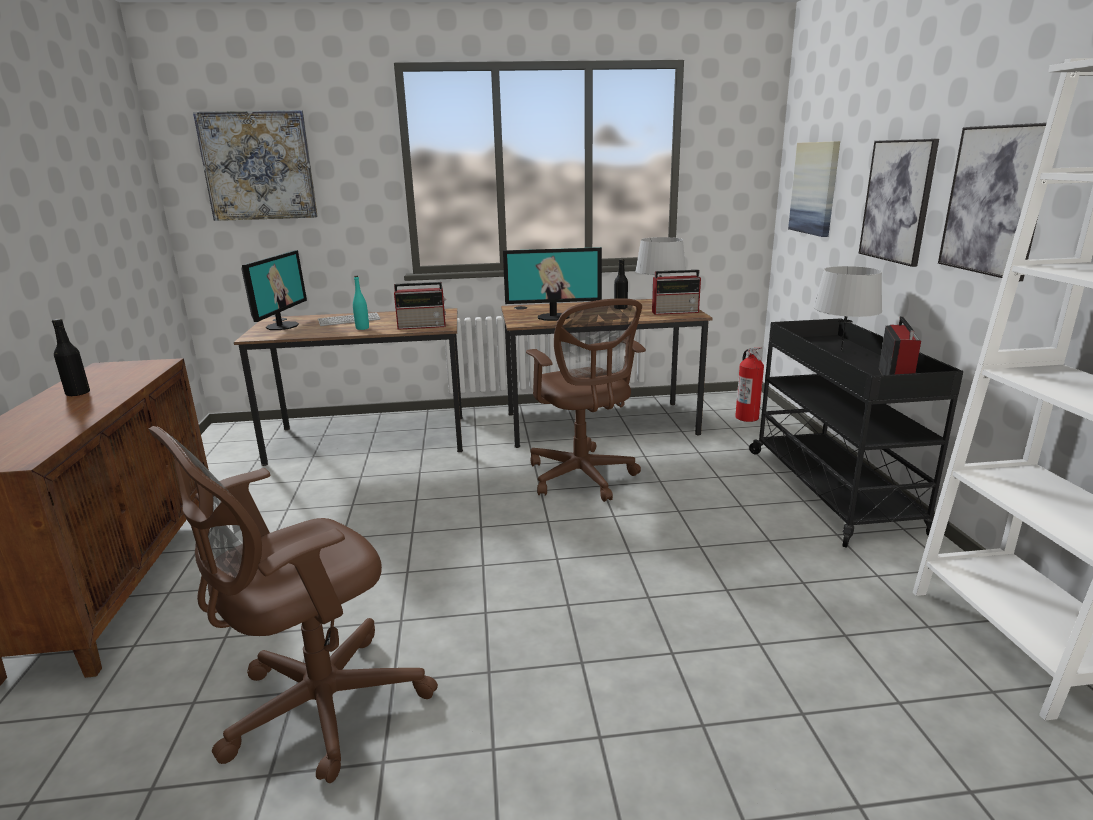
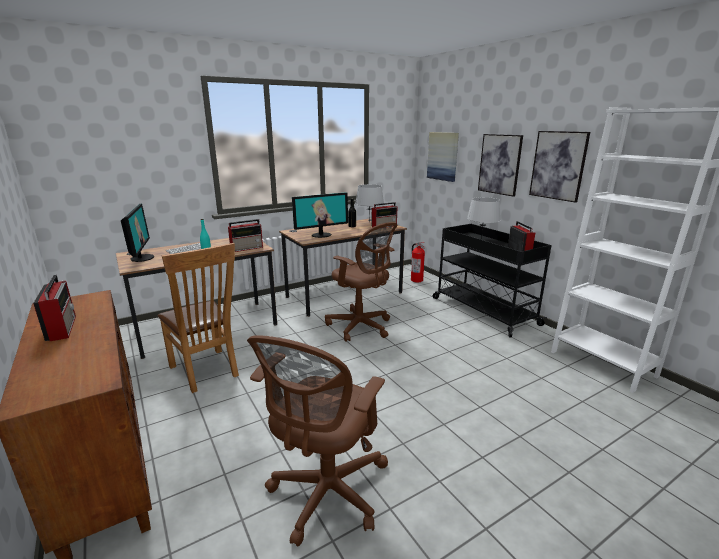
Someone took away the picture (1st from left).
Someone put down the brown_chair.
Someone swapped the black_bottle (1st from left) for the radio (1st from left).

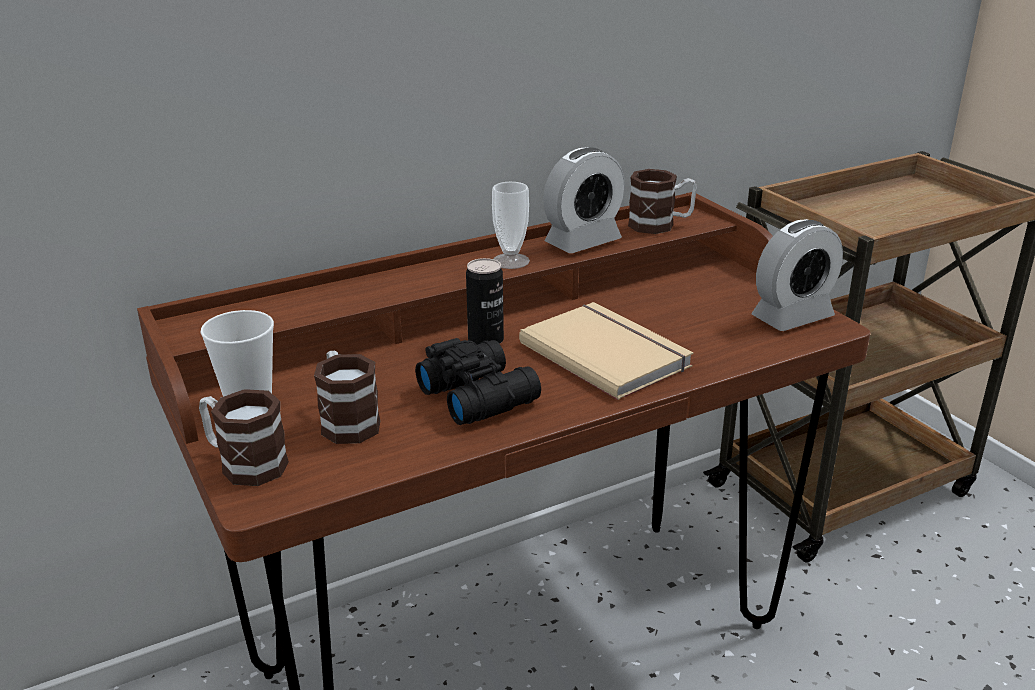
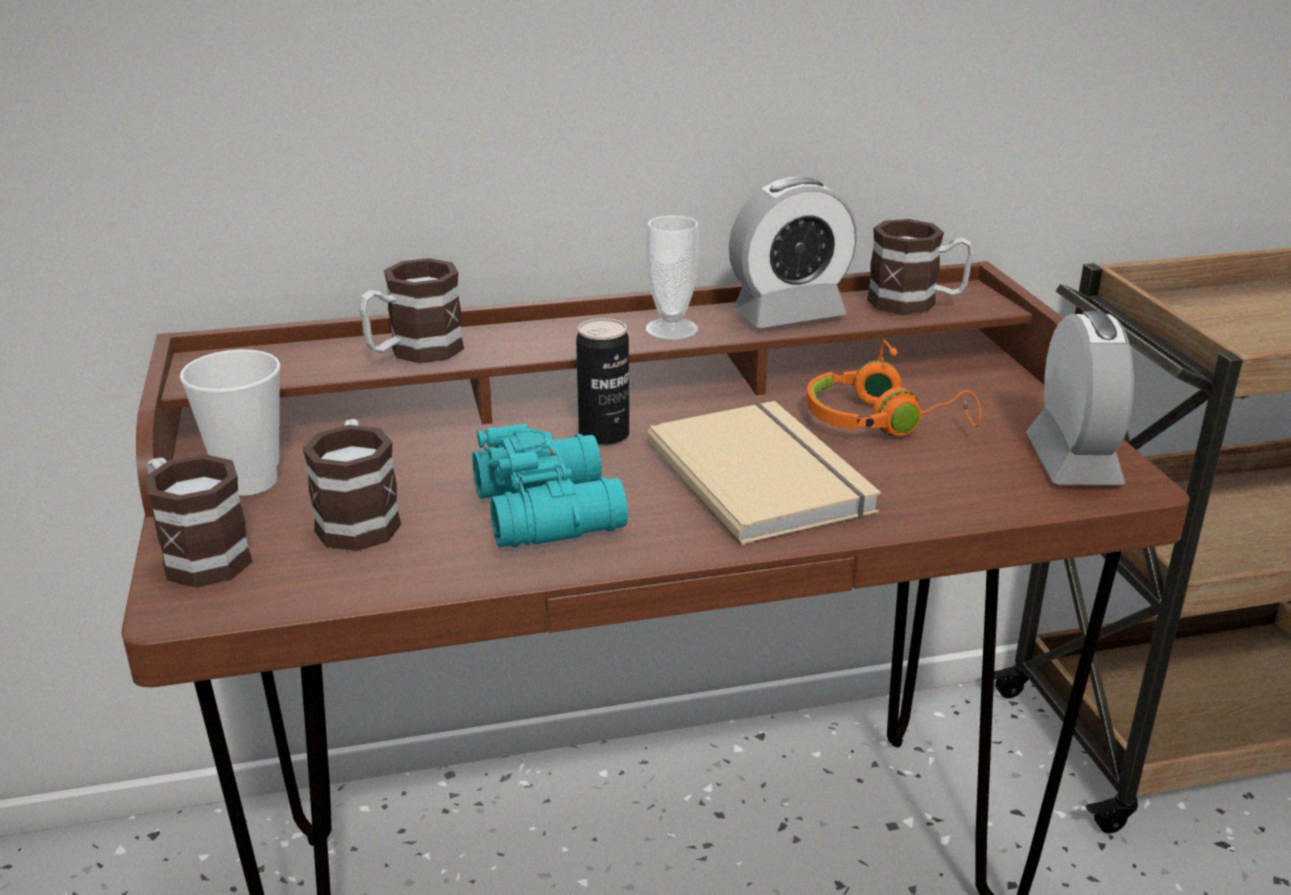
Someone put down the mug (3rd from left).
Someone put down the orange_headphones.
Someone repainted the black_binoculars, which became the turquoise_binoculars.
Someone rotated the alarm_clock (2nd from left) by 75 degrees counterclockwise.

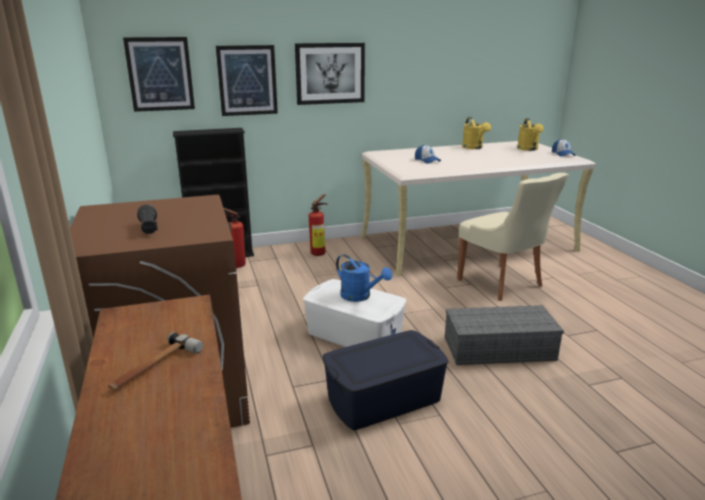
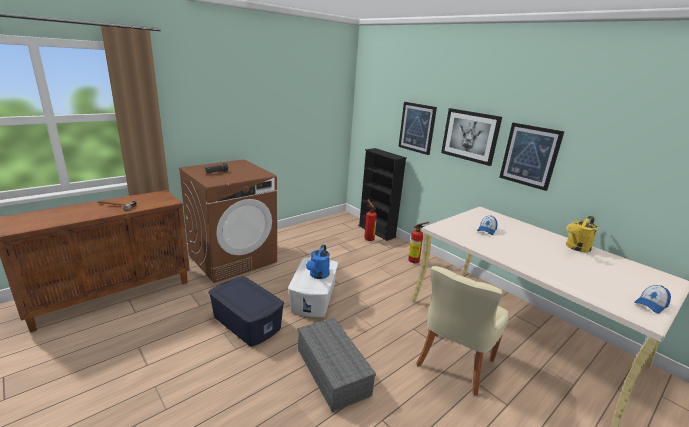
Someone took away the yellow_watering_can (2nd from left).
Someone carried the picture (1st from left in the first image).

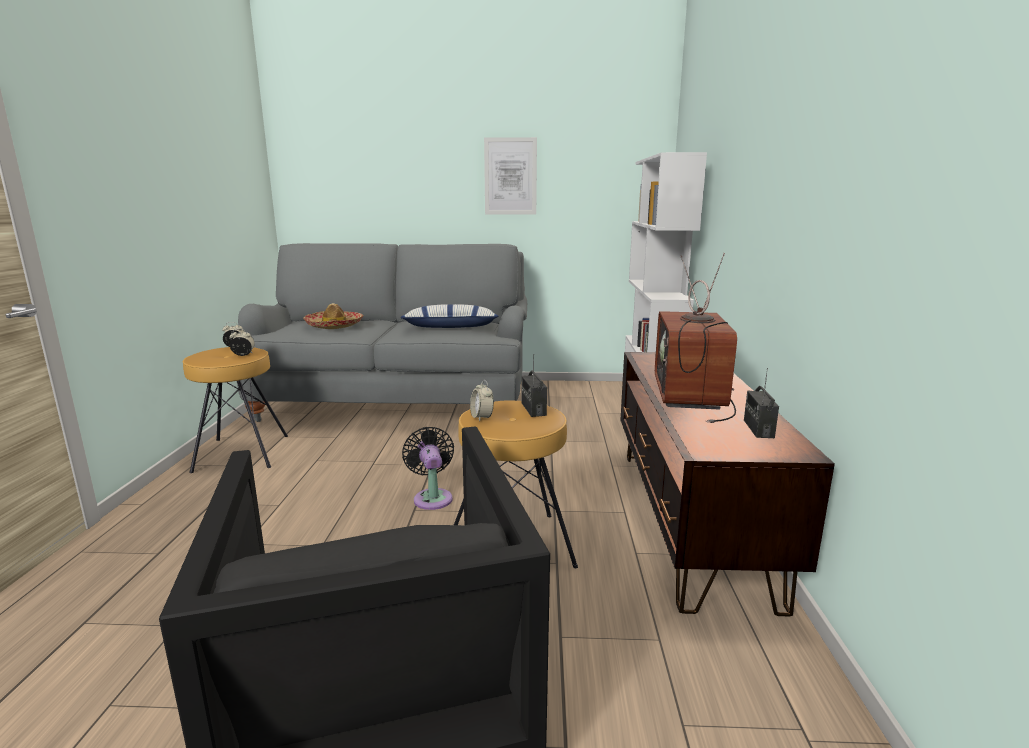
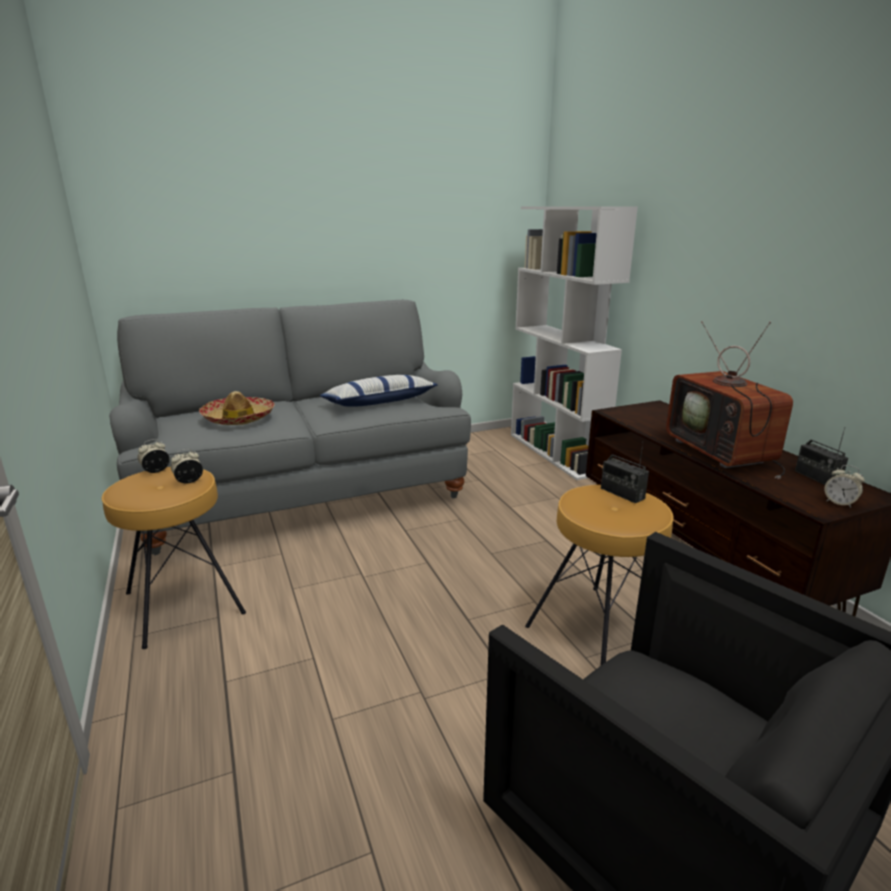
Someone took away the black_fan.
Someone took away the picture.
Someone carried the alarm_clock (3rd from left).

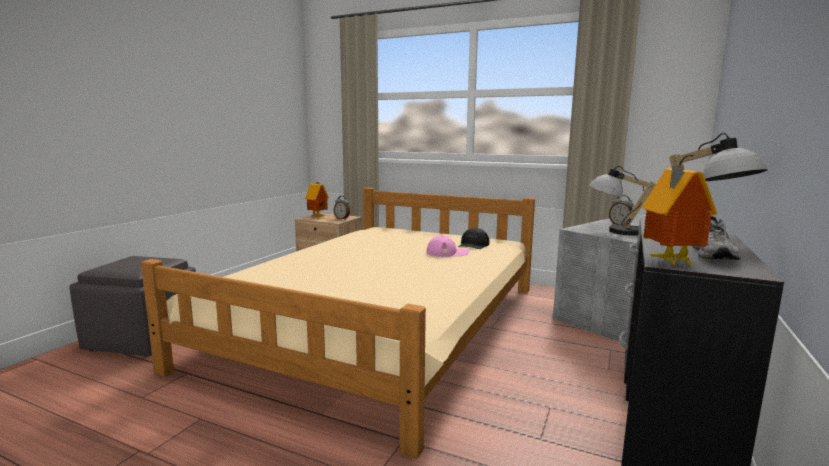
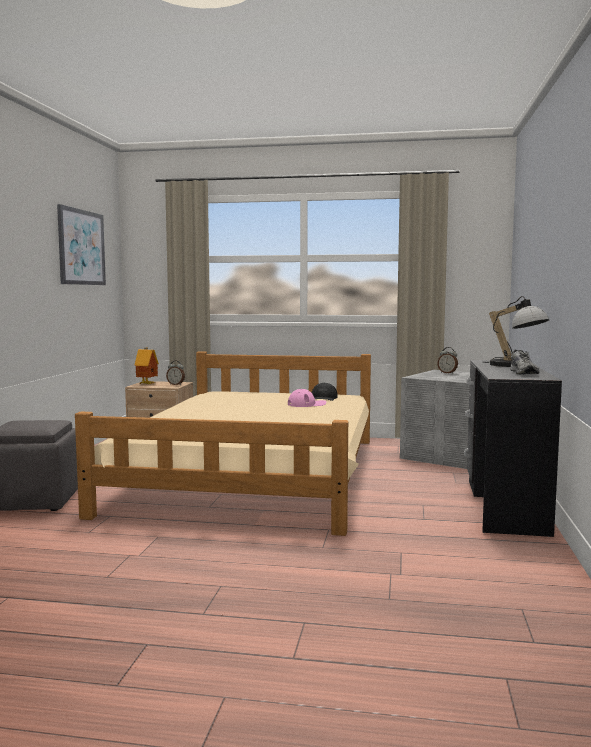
Someone took away the table_lamp (1st from left).
Someone took away the toy_house (2nd from left).
Someone put up the picture.

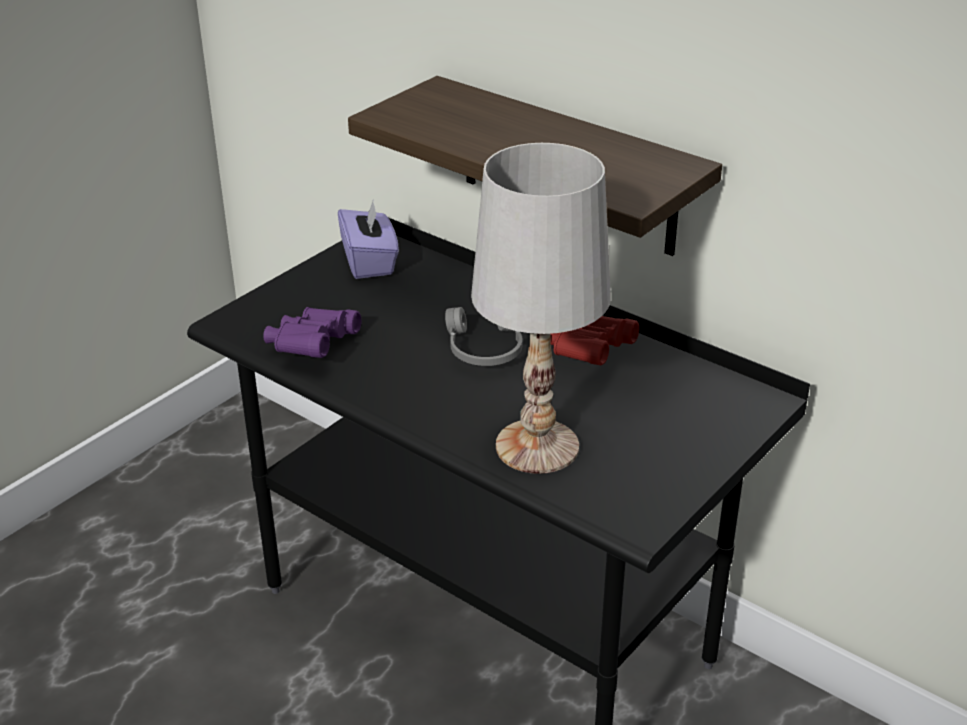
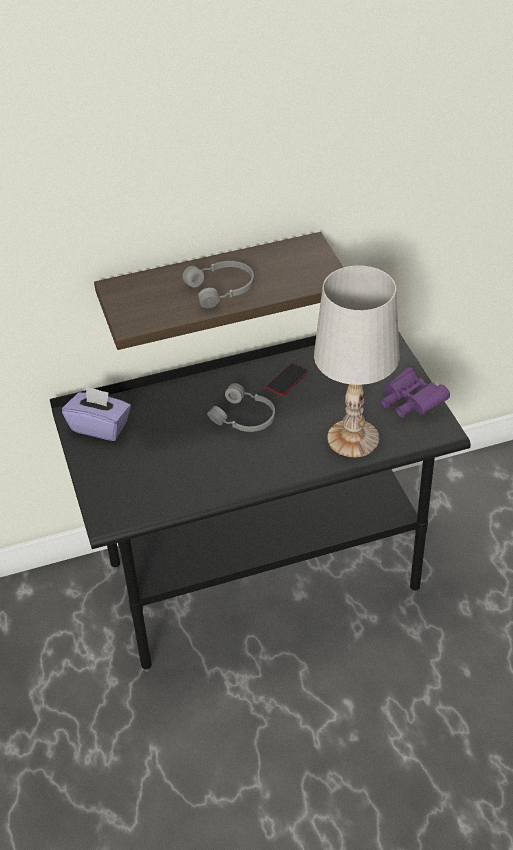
Someone put down the grey_headphones (1st from left).
Someone carried the purple_binoculars.
Someone swapped the red_binoculars for the phone.

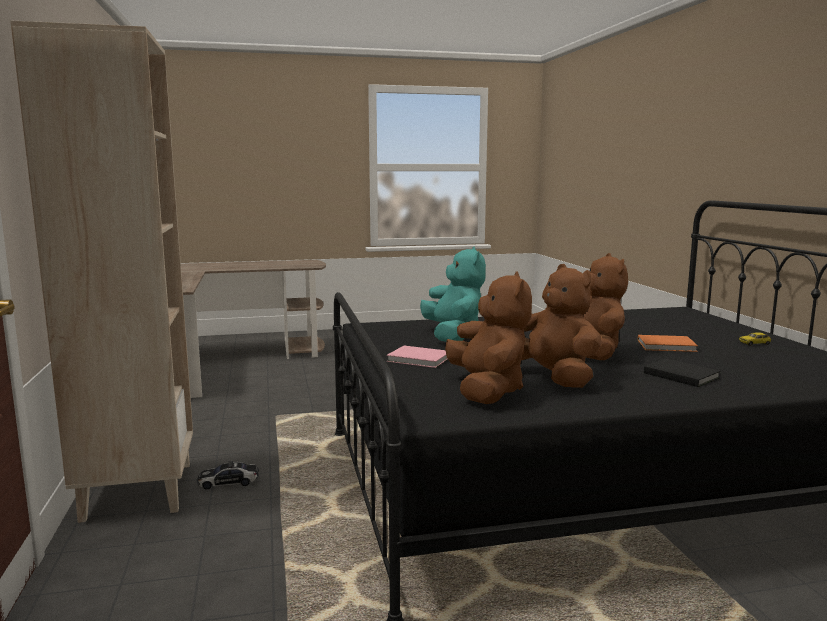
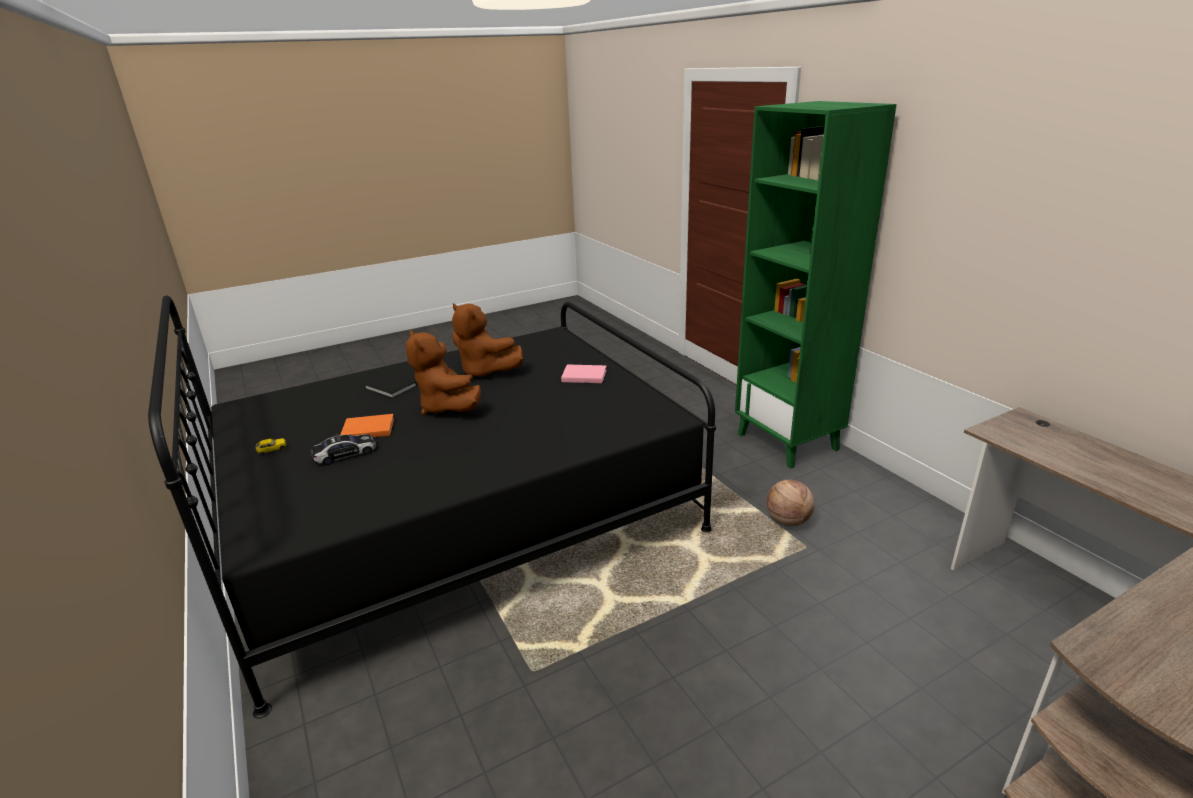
Someone took away the turquoise_plush_toy.
Someone took away the brown_plush_toy (1st from left).
Someone put down the basketball.
Someone carried the toy_car (1st from left in the first image).
Someone repainted the beige_bookcase, which became the green_bookcase.

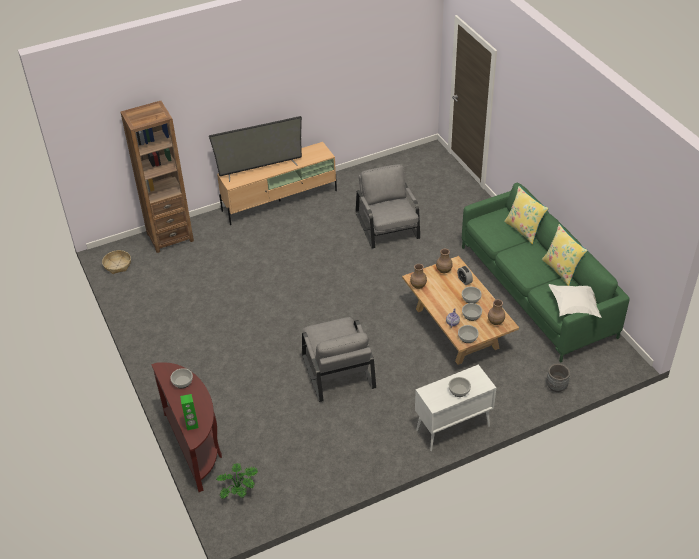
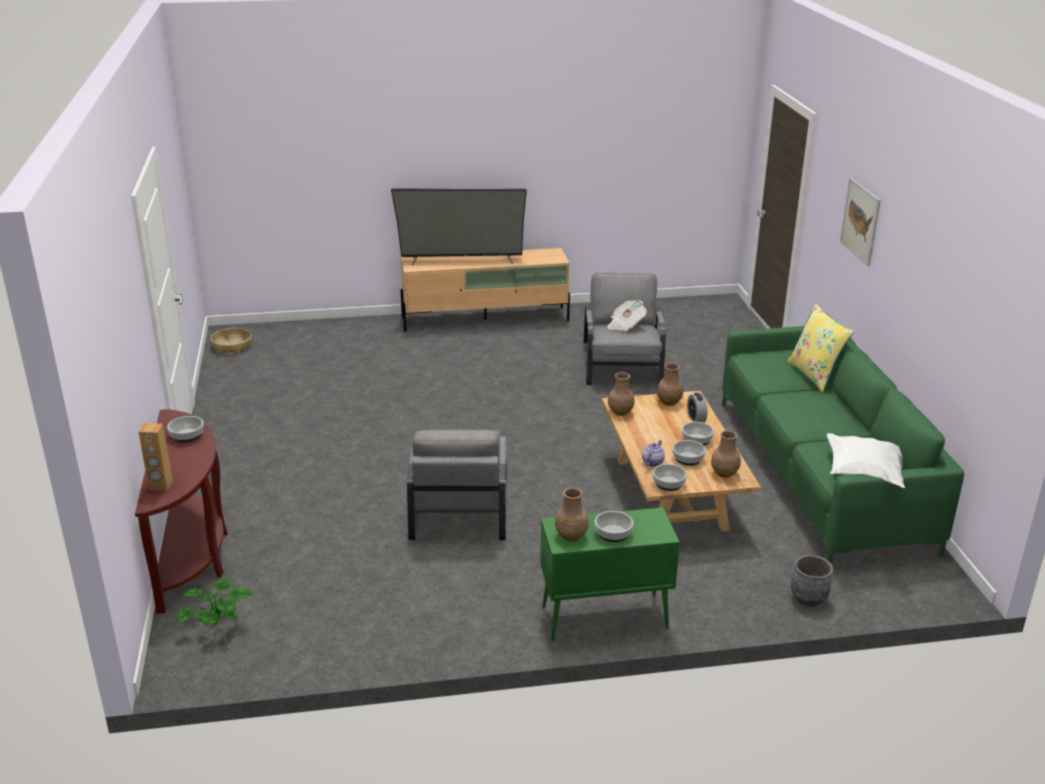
Someone took away the brown_bookcase.
Someone took away the yellow_pillow (2nd from left).
Someone put down the brown_vase (1st from left).
Someone put down the newspaper.
Someone put up the picture.
Someone repainted the green_speaker, which became the brown_speaker.
Someone repainted the white_cabinet, which became the green_cabinet.

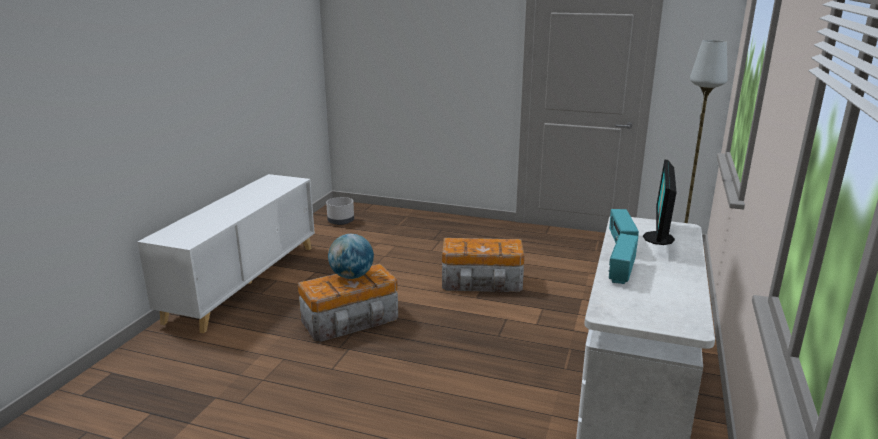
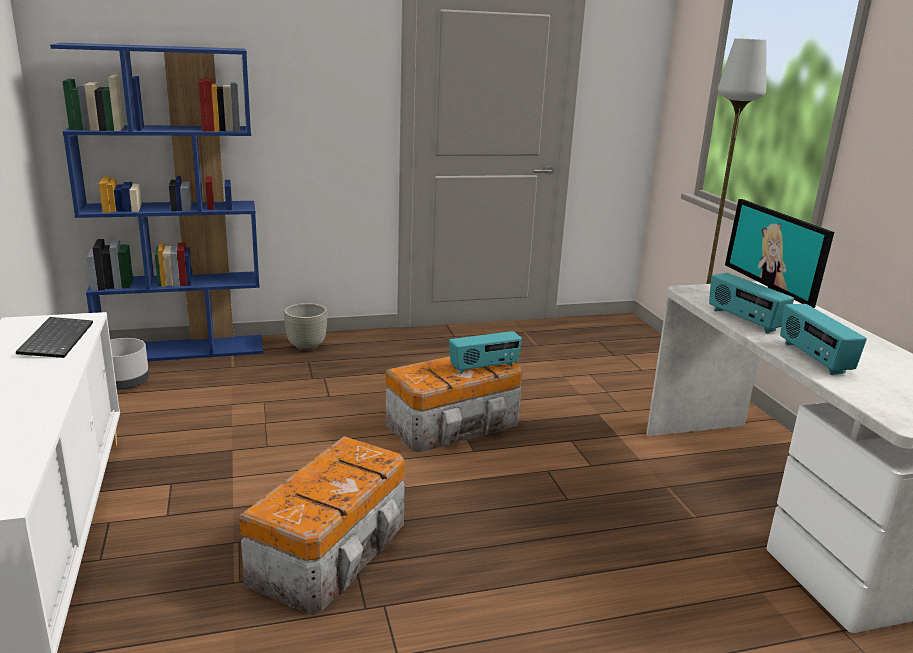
Someone took away the globe.
Someone put down the keyboard.
Someone put down the blue_bookcase.
Someone put down the grey_planter (2nd from left).
Someone put down the radio (1st from left).

